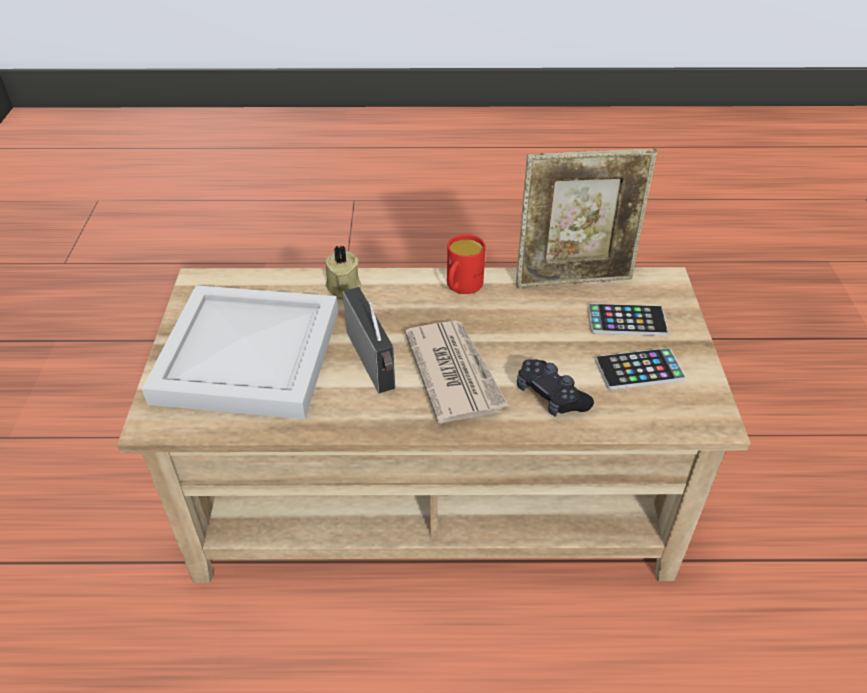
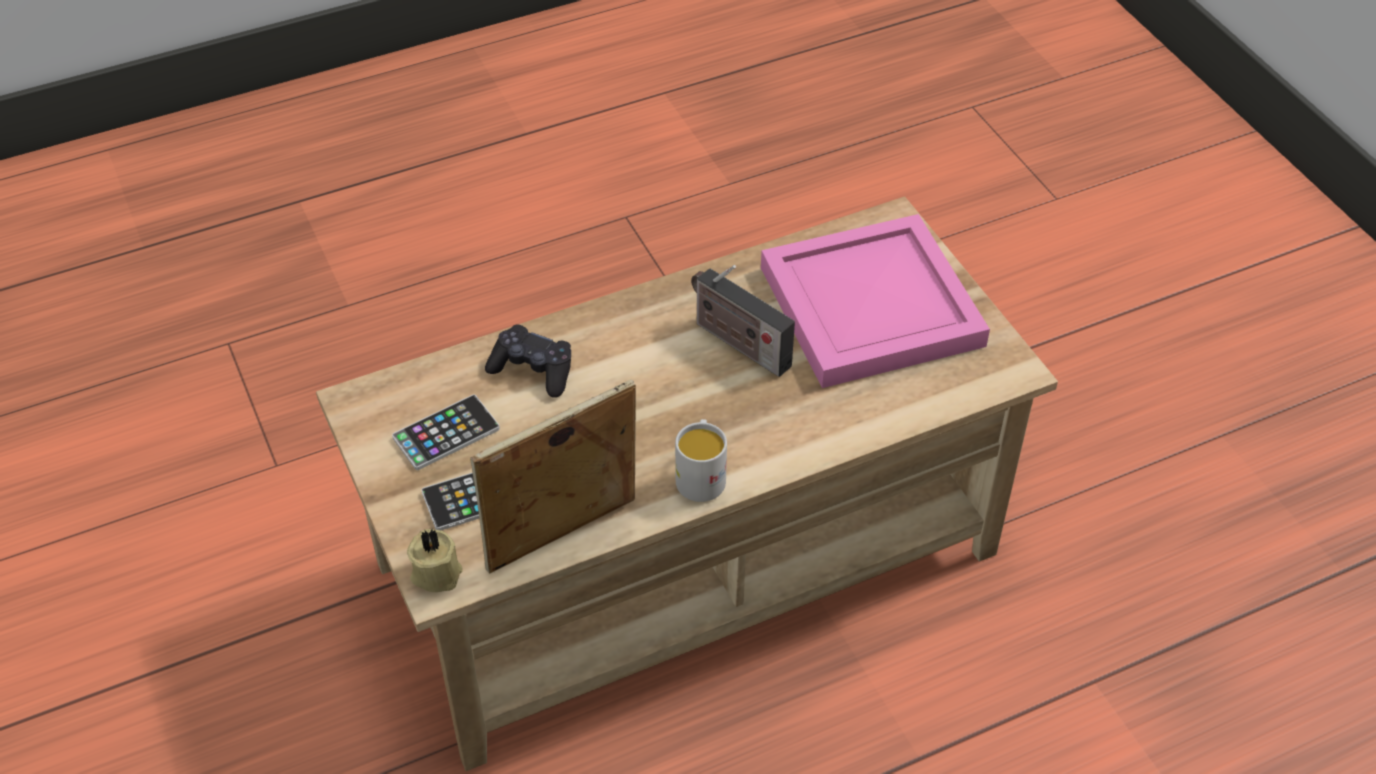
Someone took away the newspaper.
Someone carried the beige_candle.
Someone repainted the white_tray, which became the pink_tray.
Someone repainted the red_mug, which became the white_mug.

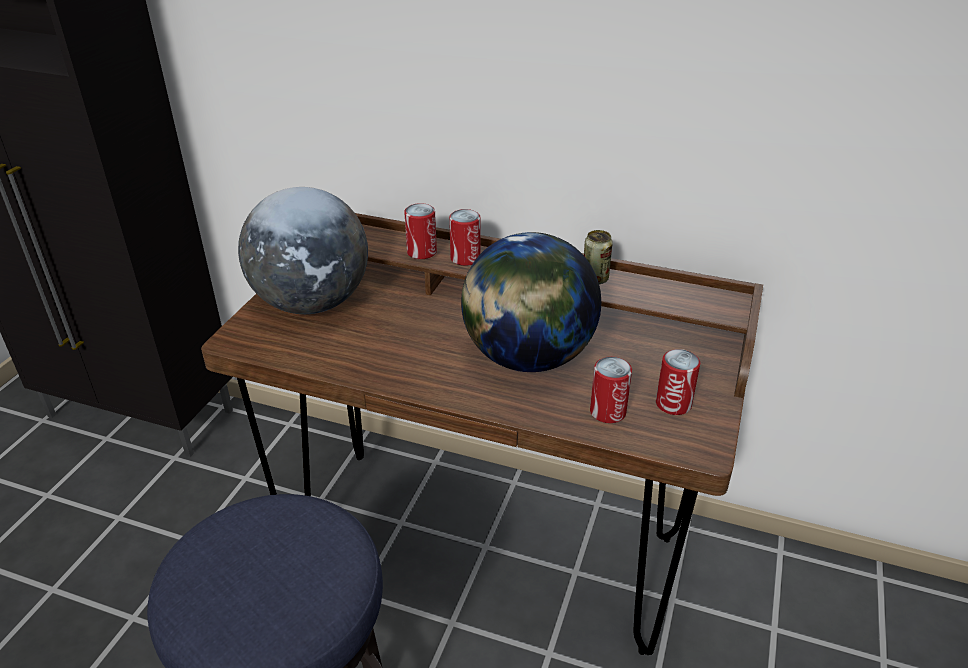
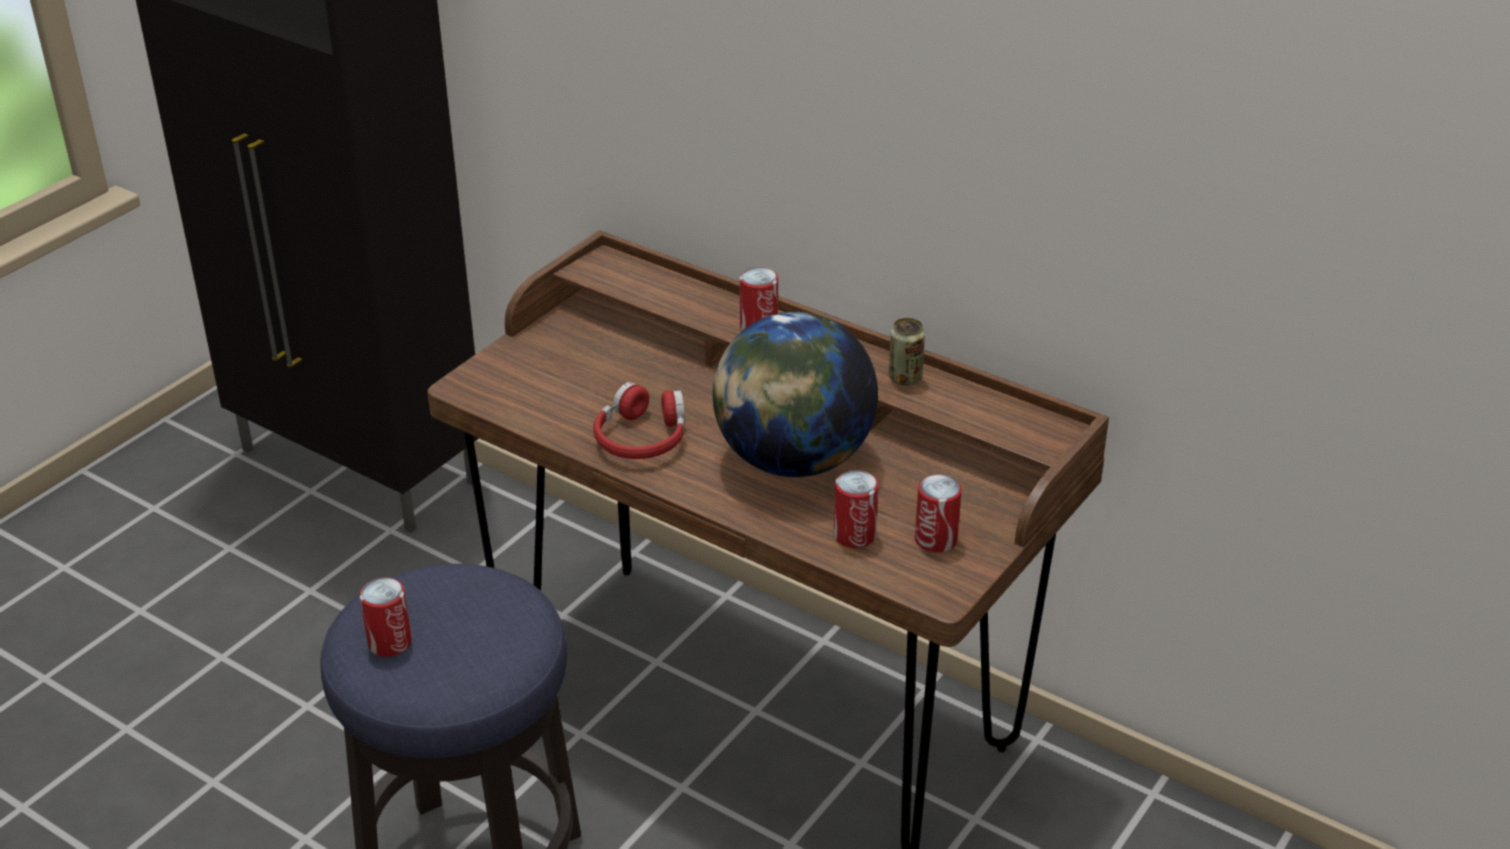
Someone took away the globe (1st from left).
Someone put down the red_headphones.
Someone carried the can (1st from left).

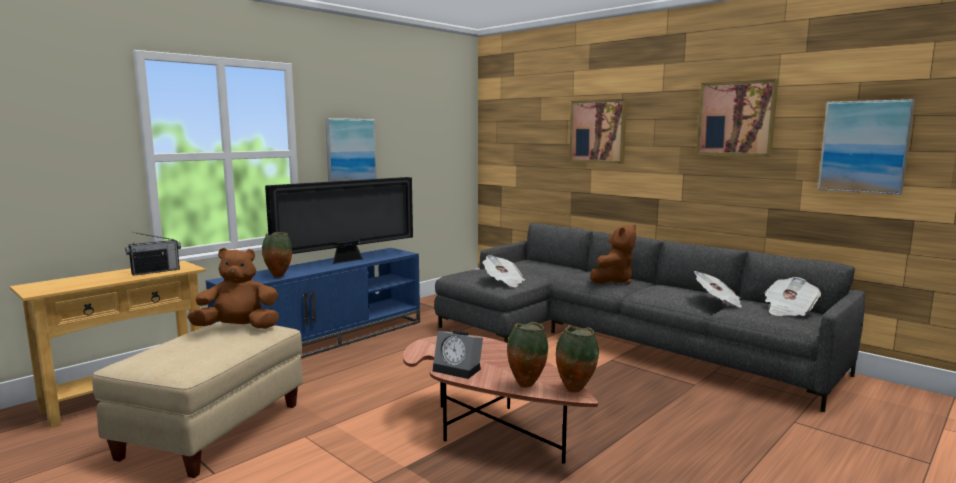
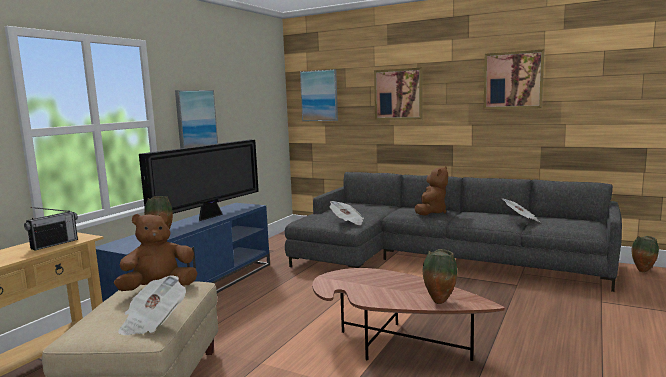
Someone took away the alarm_clock.
Someone carried the vase (3rd from left).
Someone carried the newspaper (3rd from left in the first image).
Someone carried the picture (4th from left in the first image).

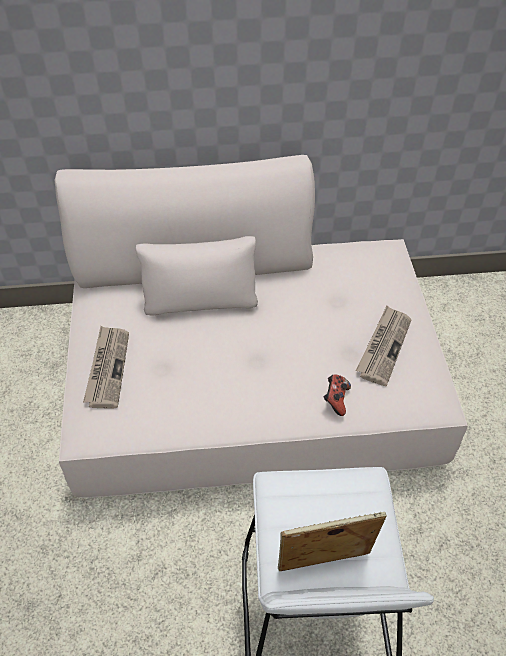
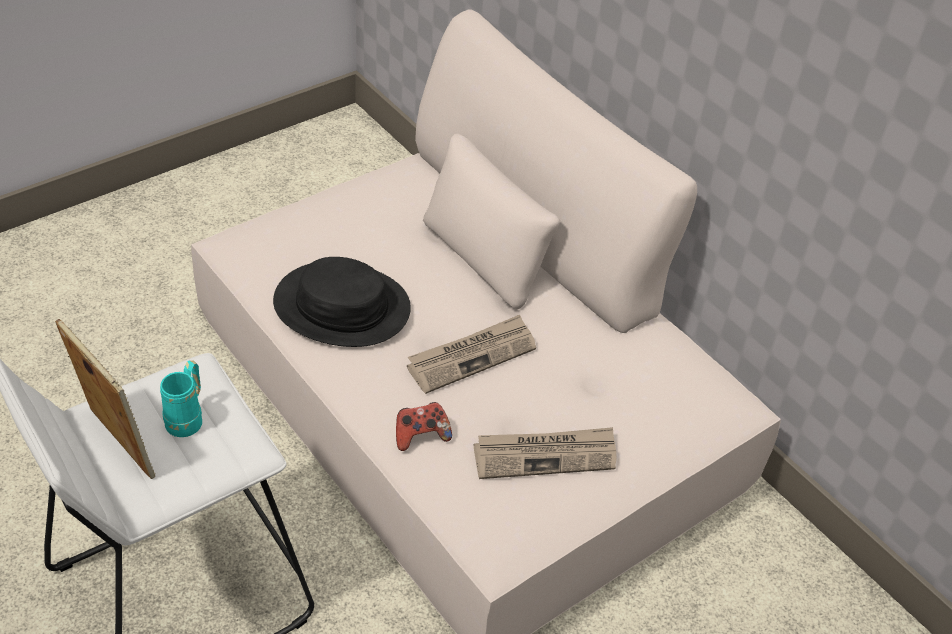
Someone put down the turquoise_mug.
Someone put down the black_hat.
Someone carried the newspaper (1st from left).

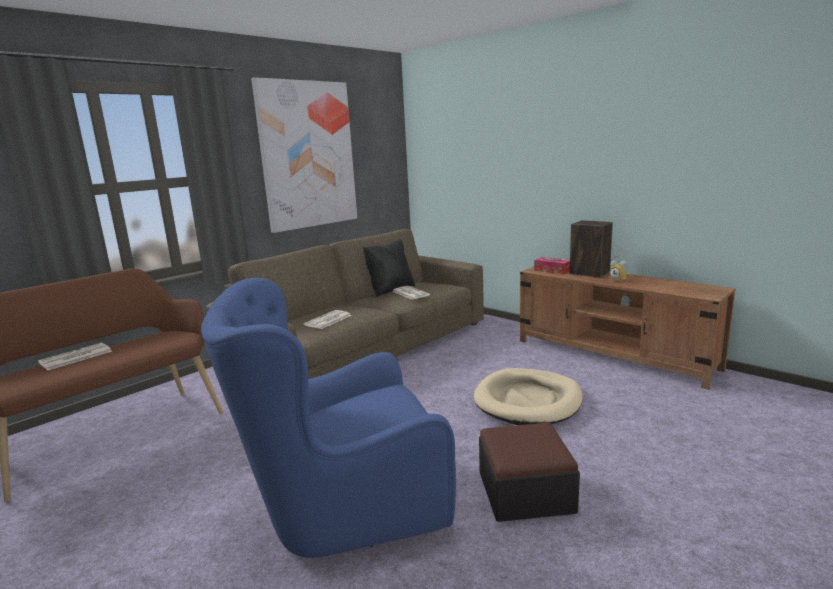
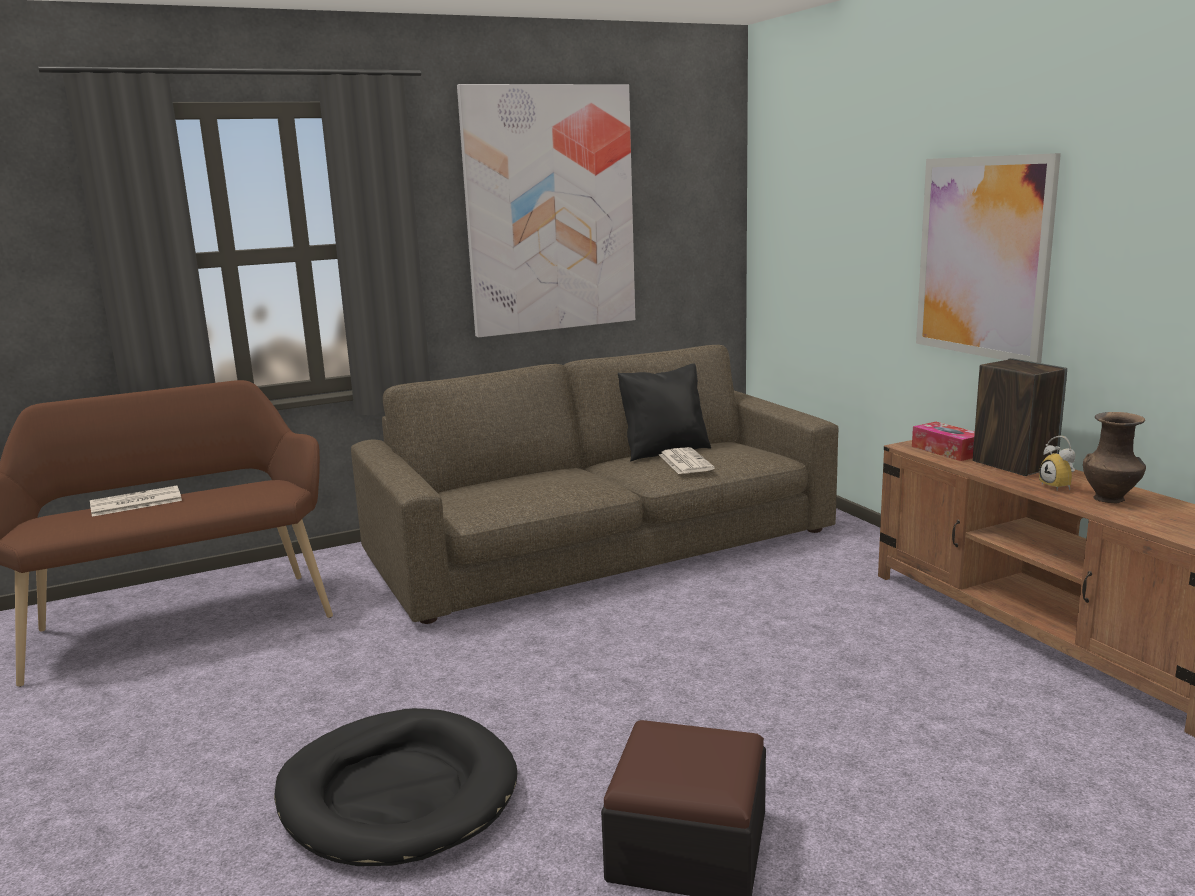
Someone took away the newspaper (2nd from left).
Someone took away the beige_dog_bed.
Someone put up the picture (2nd from left).
Someone put down the brown_vase.
Someone swapped the blue_armchair for the black_dog_bed.

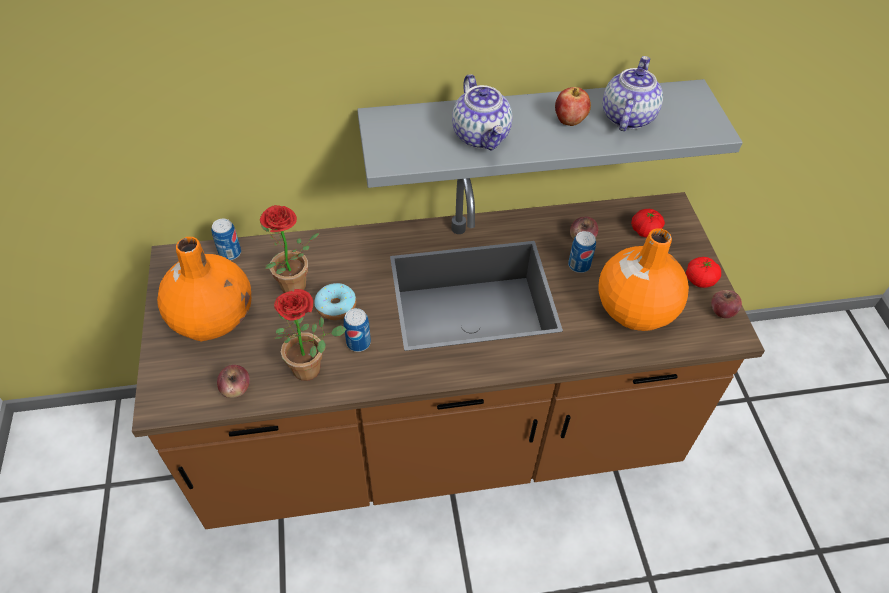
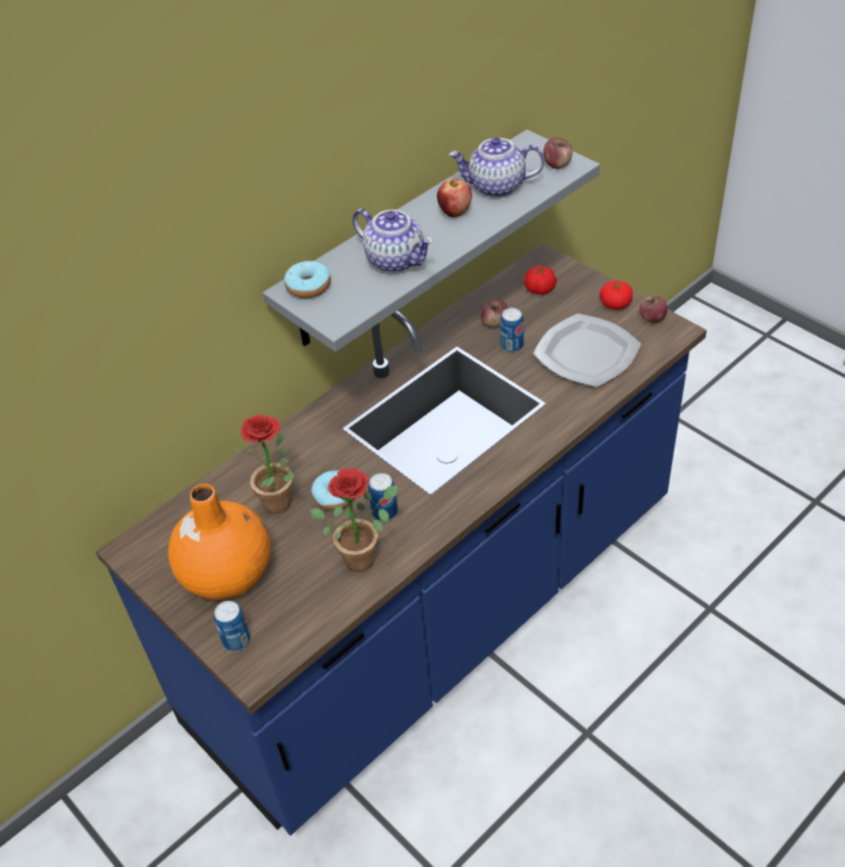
Someone put down the donut (1st from left).
Someone carried the can (1st from left).
Someone carried the apple (1st from left in the first image).
Someone swapped the orange_vase (2nd from left) for the plate.
Someone repainted the brown_counter, which became the blue_counter.
Someone rotated the teapot (2nd from left) by 75 degrees counterclockwise.

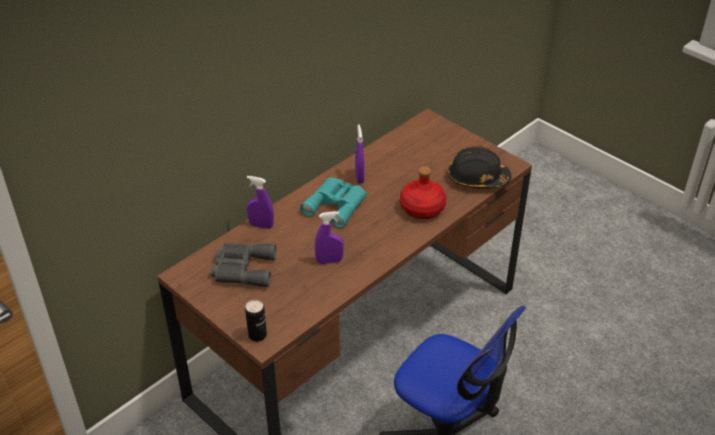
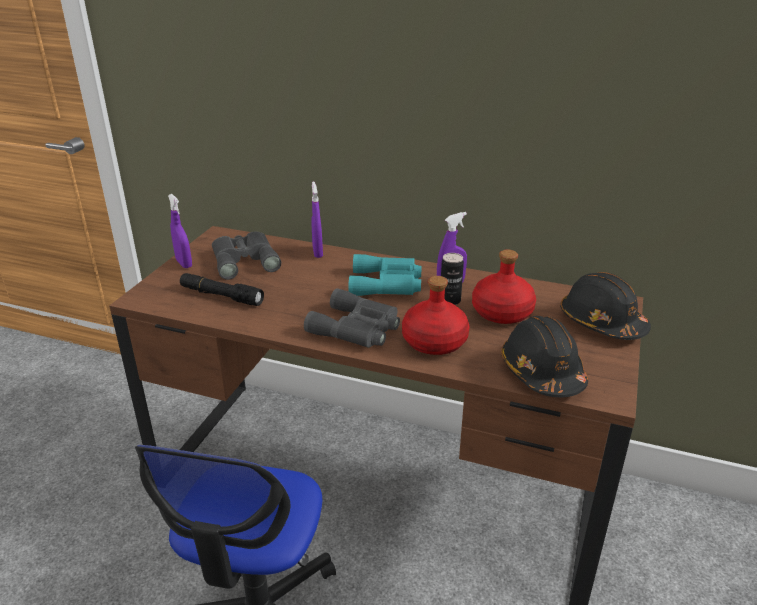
Someone put down the black_flashlight.
Someone put down the grey_binoculars (2nd from left).
Someone put down the red_bottle (2nd from left).
Someone put down the black_hard_hat (2nd from left).
Someone carried the can.
Someone carried the purple_spray_bottle (2nd from left in the first image).

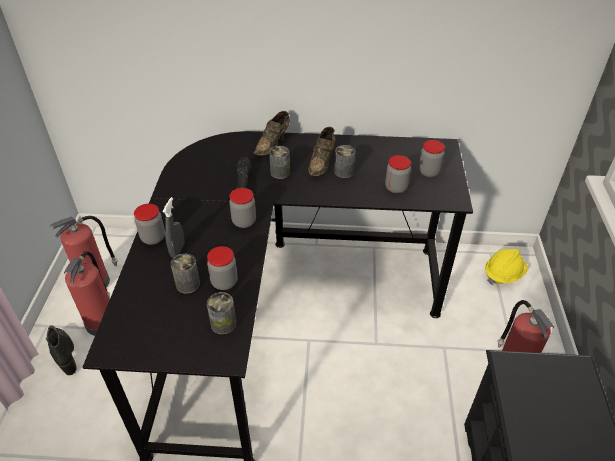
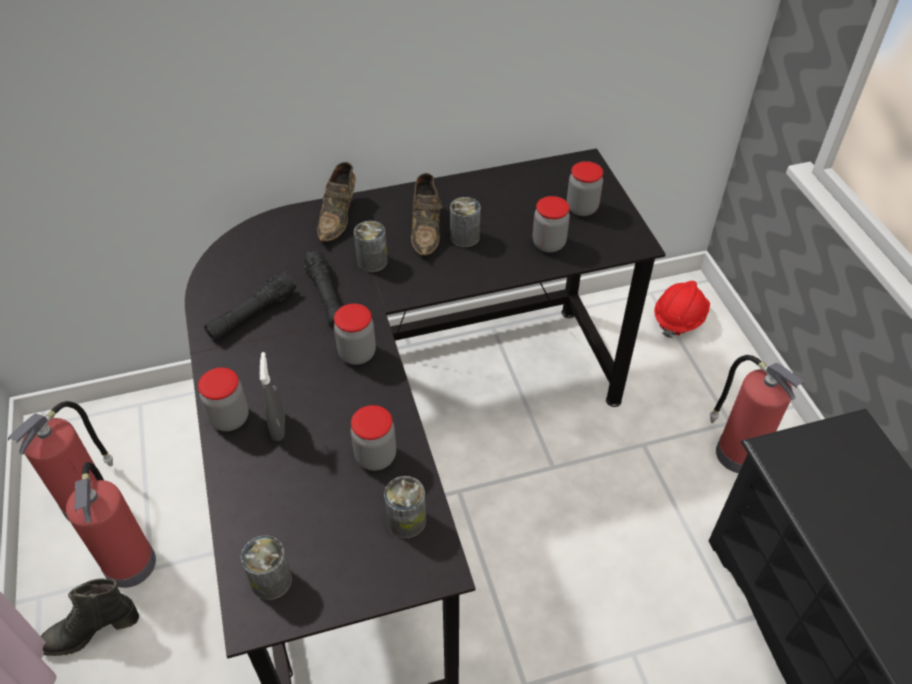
Someone put down the black_flashlight (1st from left).
Someone carried the can (1st from left).
Someone repainted the yellow_hard_hat, which became the red_hard_hat.
Someone rotated the black_boot by 60 degrees counterclockwise.

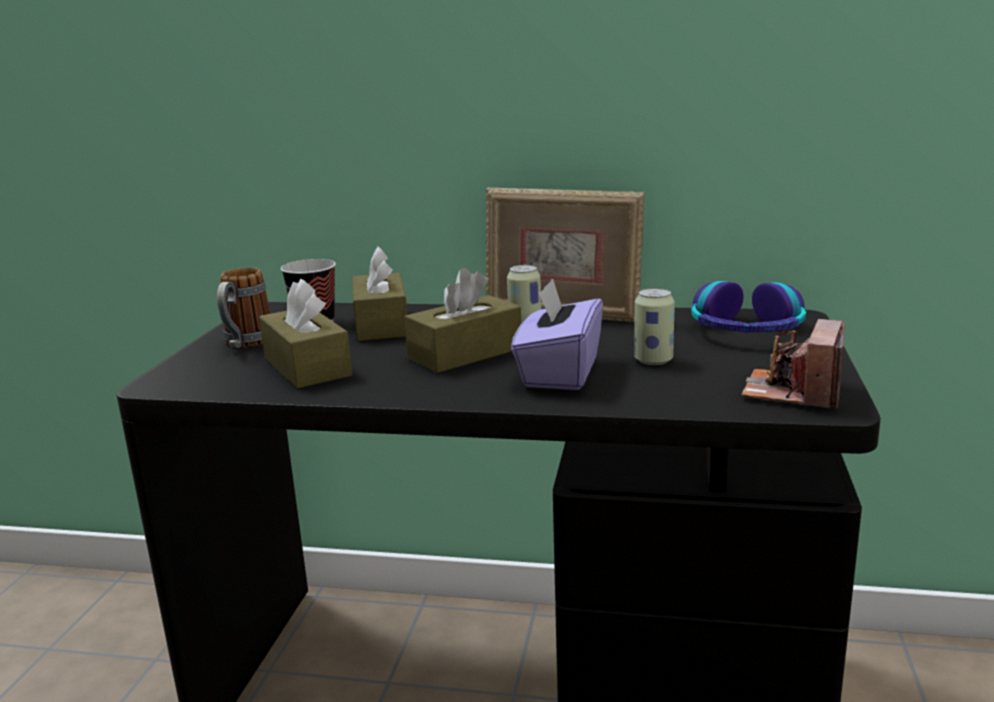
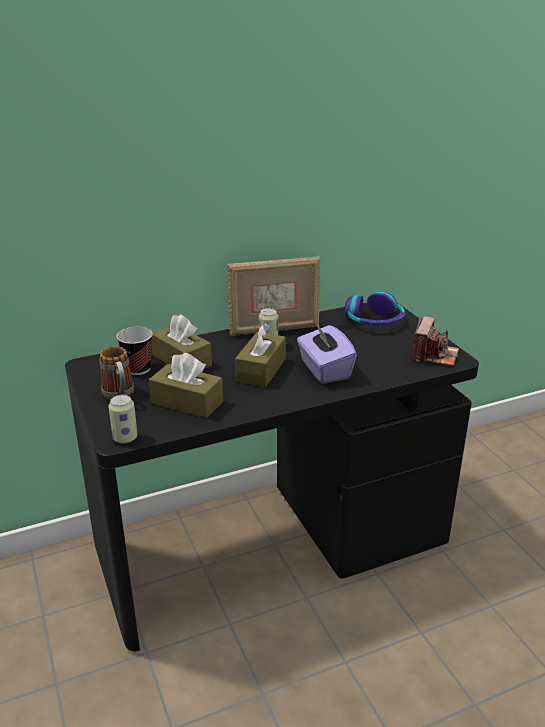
Someone carried the can (2nd from left in the first image).
Someone rotated the photo_camera by 150 degrees counterclockwise.

